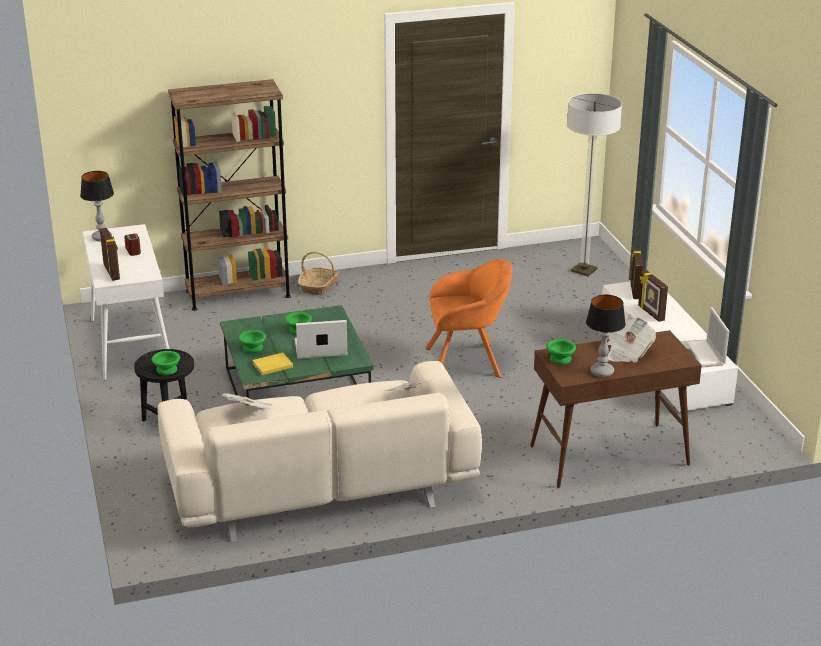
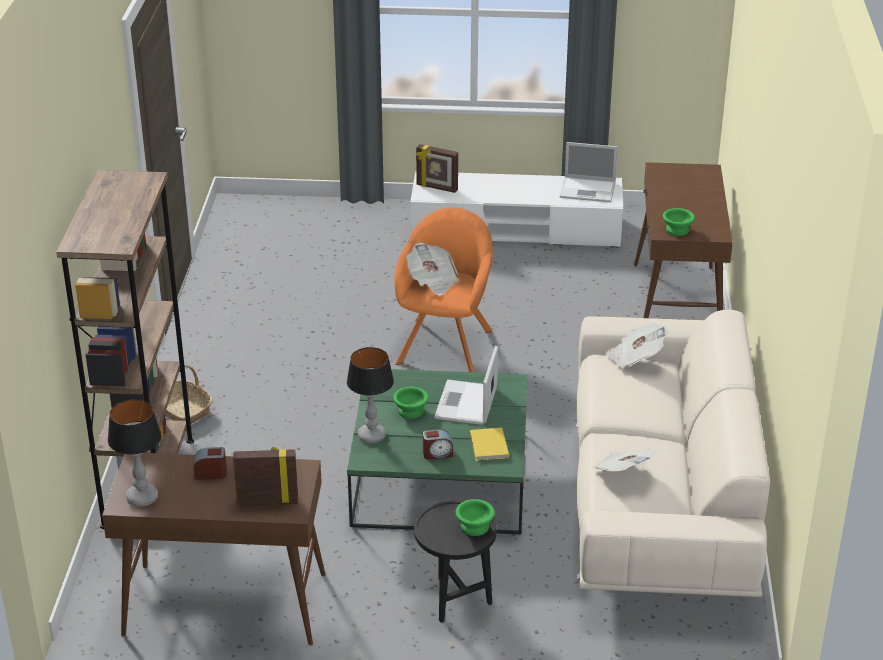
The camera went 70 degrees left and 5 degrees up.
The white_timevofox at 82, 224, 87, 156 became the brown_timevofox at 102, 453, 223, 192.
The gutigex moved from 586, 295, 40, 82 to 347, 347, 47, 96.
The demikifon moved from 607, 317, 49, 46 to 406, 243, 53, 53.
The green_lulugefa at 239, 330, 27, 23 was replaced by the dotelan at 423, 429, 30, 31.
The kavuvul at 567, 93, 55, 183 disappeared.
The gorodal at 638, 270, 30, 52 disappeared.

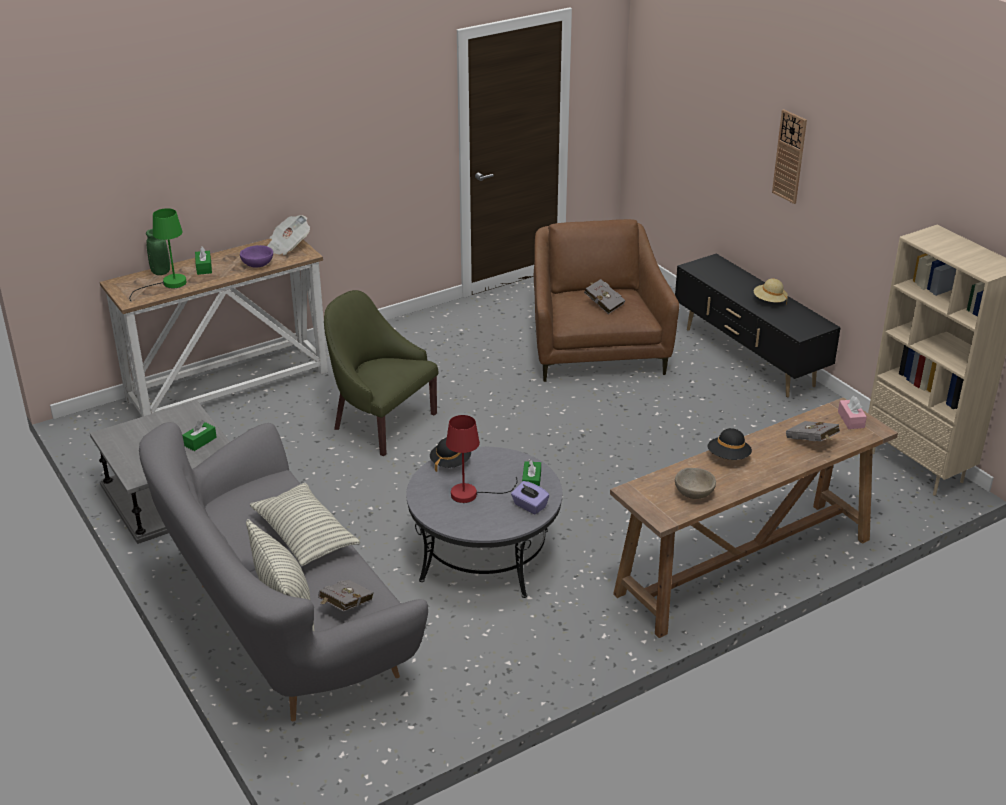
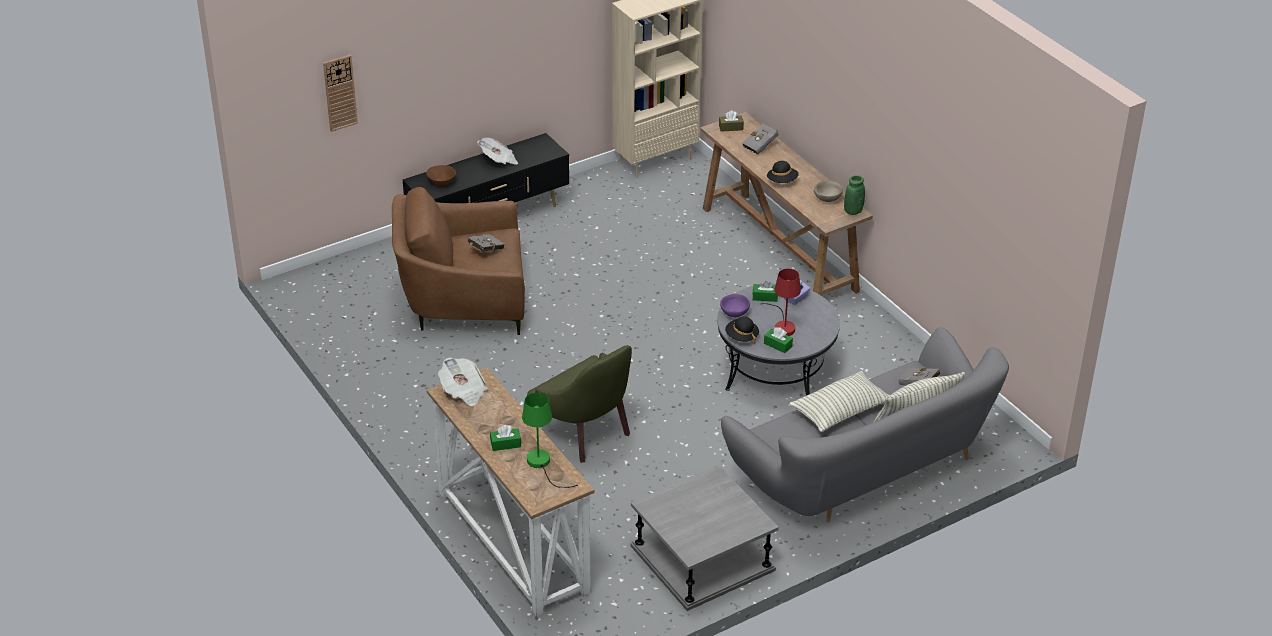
The camera went 90 degrees left and 5 degrees up.
The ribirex moved from 772, 109, 35, 95 to 323, 55, 35, 77.
The brown_lulugefa at 426, 165, 30, 21 appeared.
The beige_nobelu at 754, 279, 34, 26 was replaced by the demikifon at 477, 138, 41, 26.
The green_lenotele at 324, 290, 114, 166 turned 75 degrees counterclockwise.
The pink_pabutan at 838, 396, 29, 33 became the brown_pabutan at 719, 110, 25, 22.
The purple_lulugefa moved from 240, 245, 33, 22 to 720, 294, 30, 23.
The green_pabutan moved from 182, 420, 35, 31 to 764, 327, 29, 26.
The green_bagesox moved from 146, 229, 24, 46 to 844, 175, 21, 40.

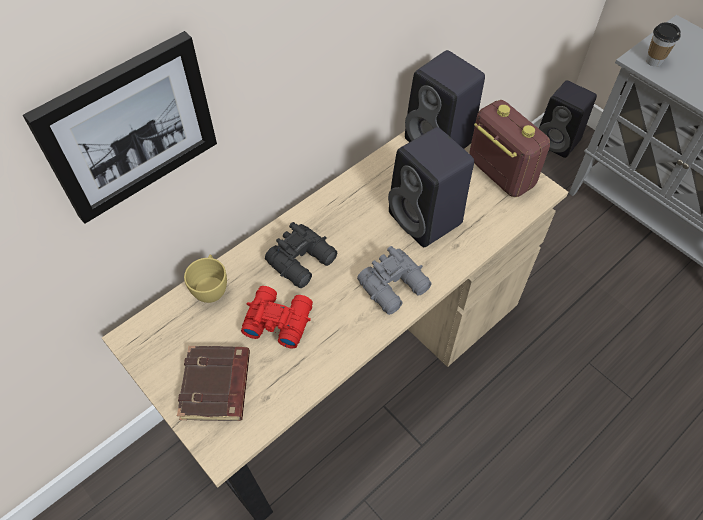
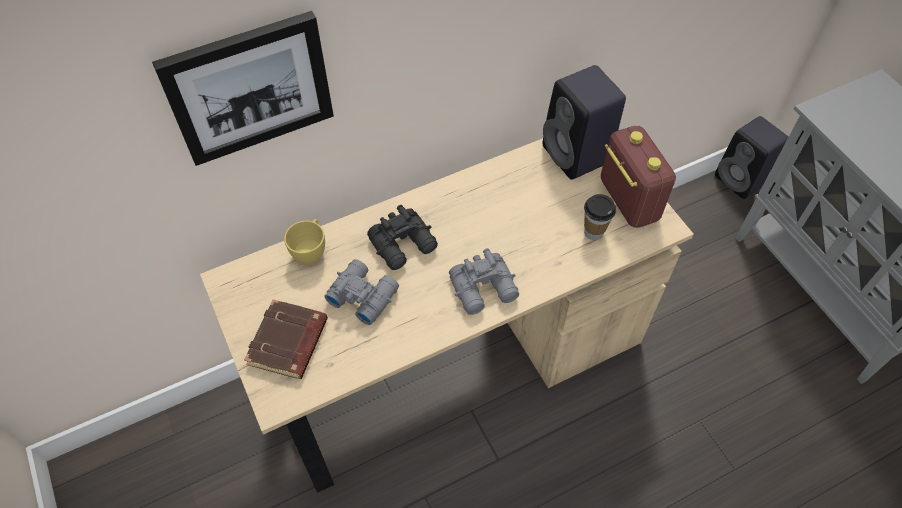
The camera went 15 degrees right and 0 degrees up.
The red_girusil at 241, 286, 72, 63 became the grey_girusil at 324, 259, 75, 66.
The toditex moved from 646, 23, 35, 44 to 584, 194, 32, 46.
The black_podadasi at 388, 127, 86, 120 disappeared.

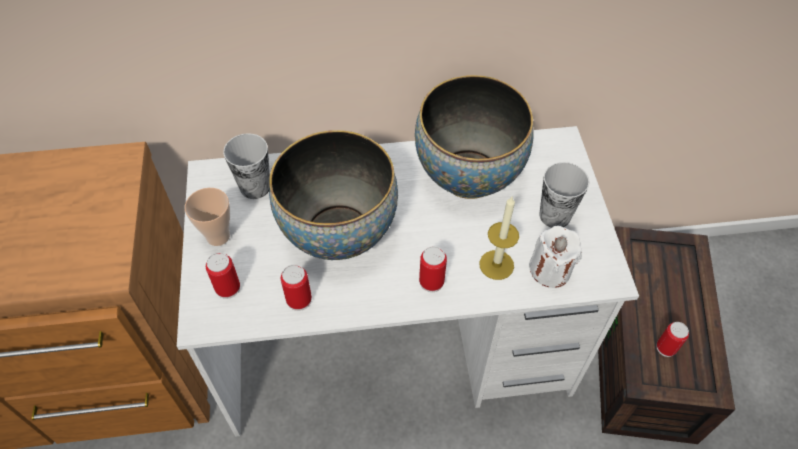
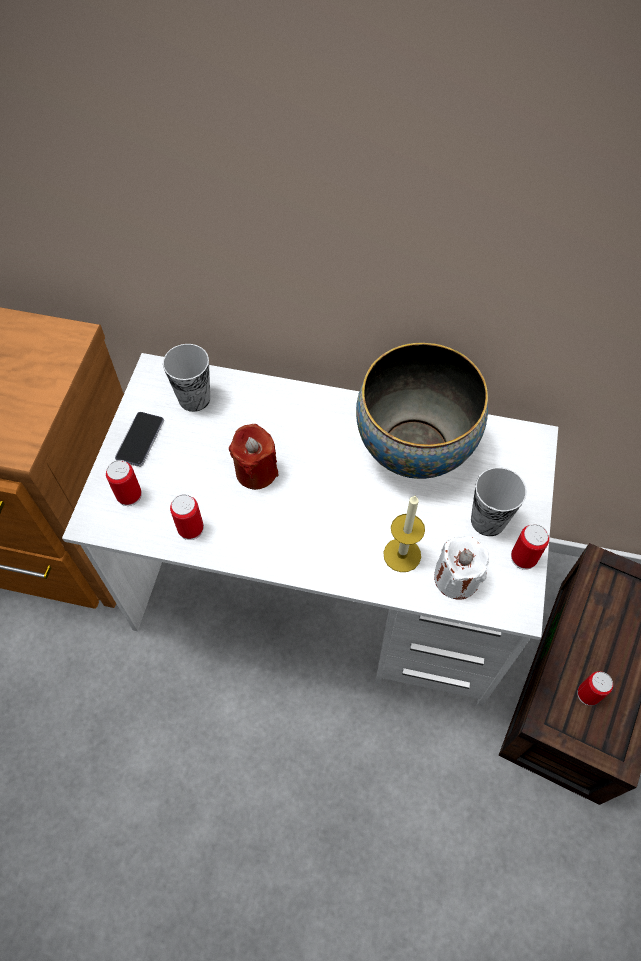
The camera went 20 degrees right and 5 degrees up.
The toditex at 185, 188, 45, 58 was replaced by the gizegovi at 115, 412, 49, 55.
The lulugefa at 269, 130, 129, 130 was replaced by the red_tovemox at 229, 424, 50, 66.
The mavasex moved from 419, 246, 28, 46 to 511, 524, 38, 46.

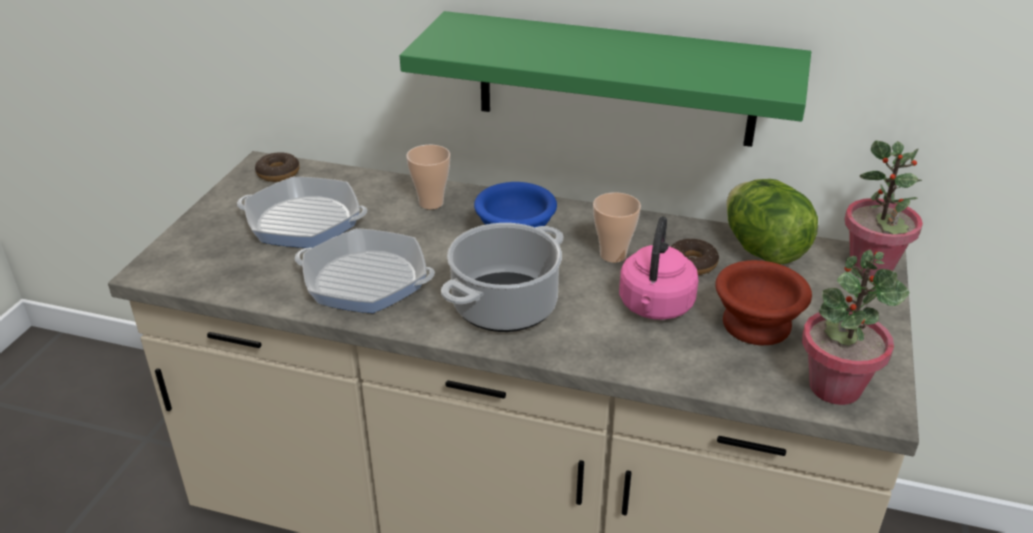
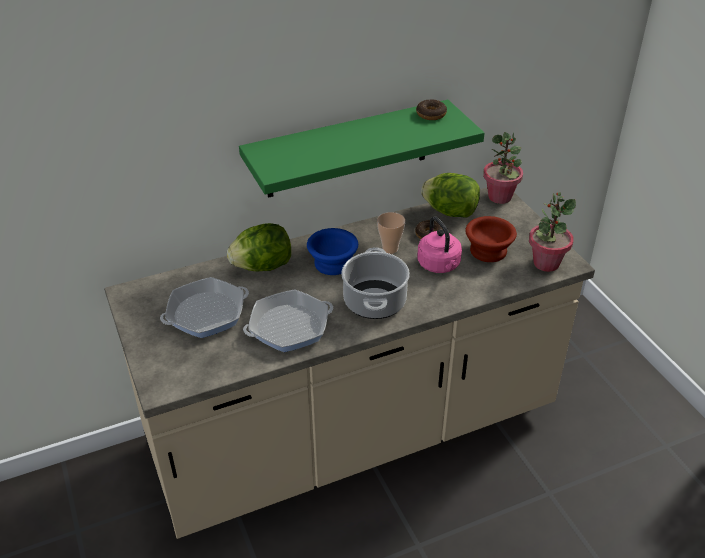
The camera went 40 degrees left and 5 degrees up.
The toditex at 406, 145, 44, 64 was replaced by the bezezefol at 227, 223, 64, 48.
The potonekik moved from 255, 152, 45, 30 to 416, 99, 31, 21.

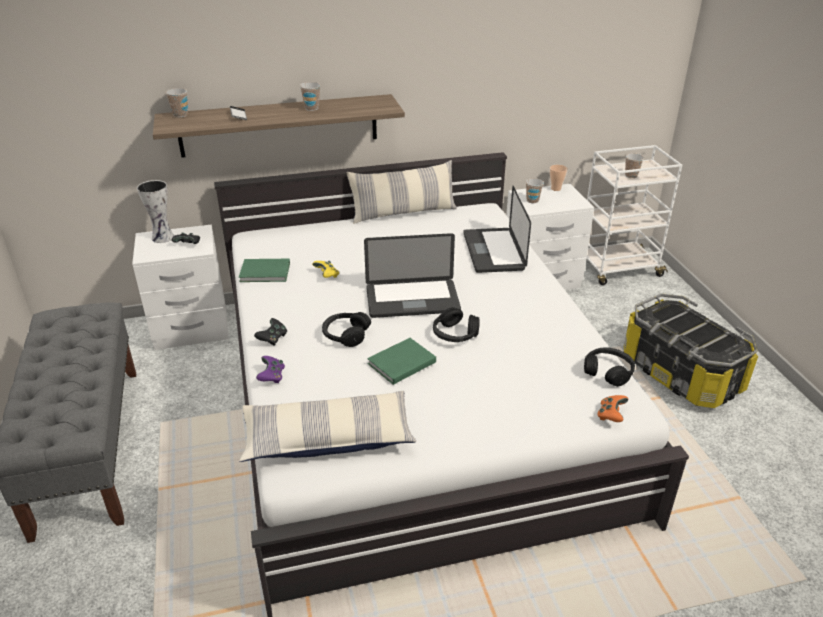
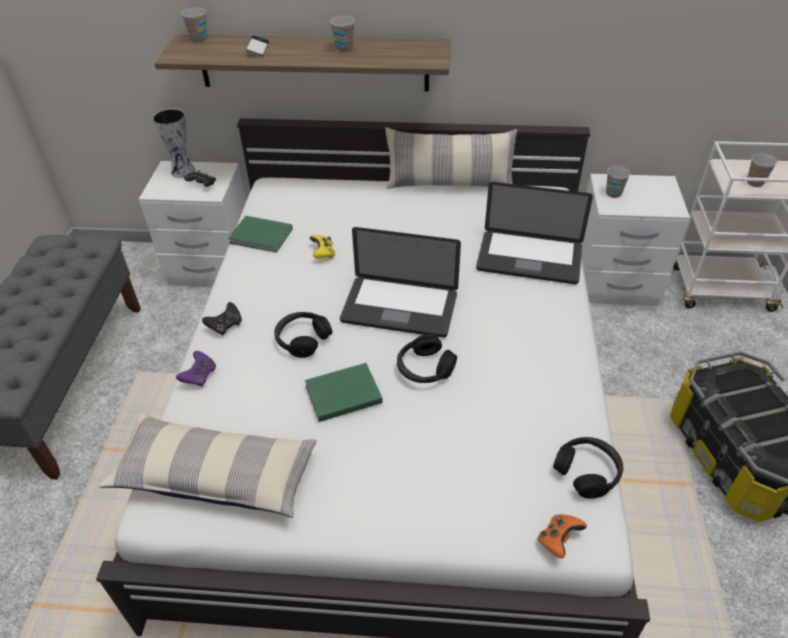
The camera went 20 degrees right and 10 degrees up.
The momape at 463, 186, 68, 87 turned 90 degrees counterclockwise.
The toditex at 550, 165, 18, 26 disappeared.

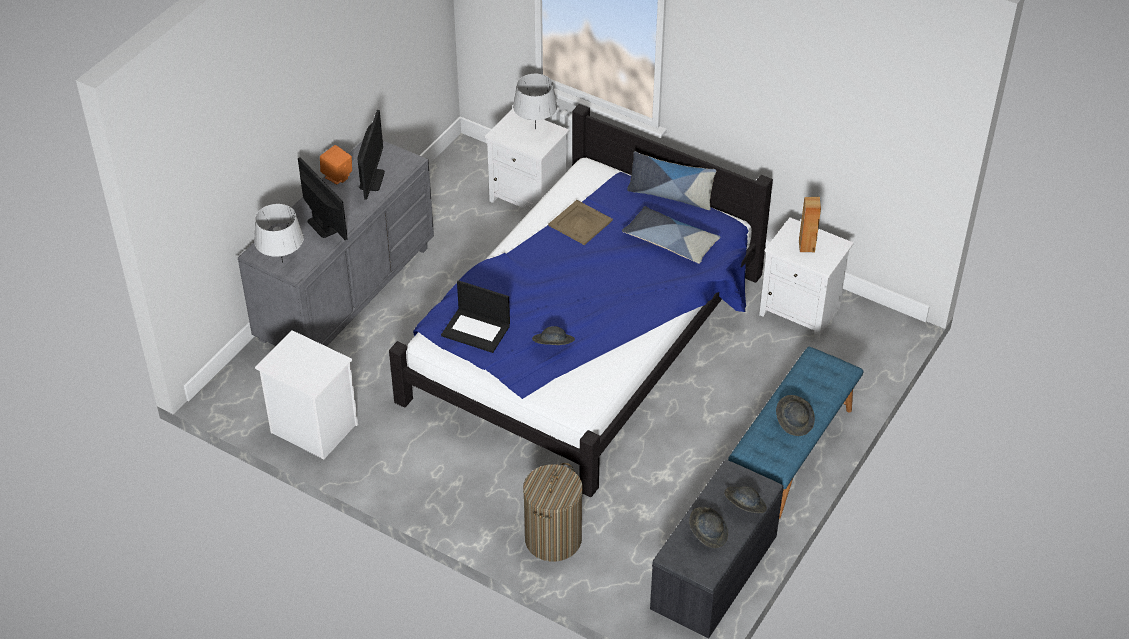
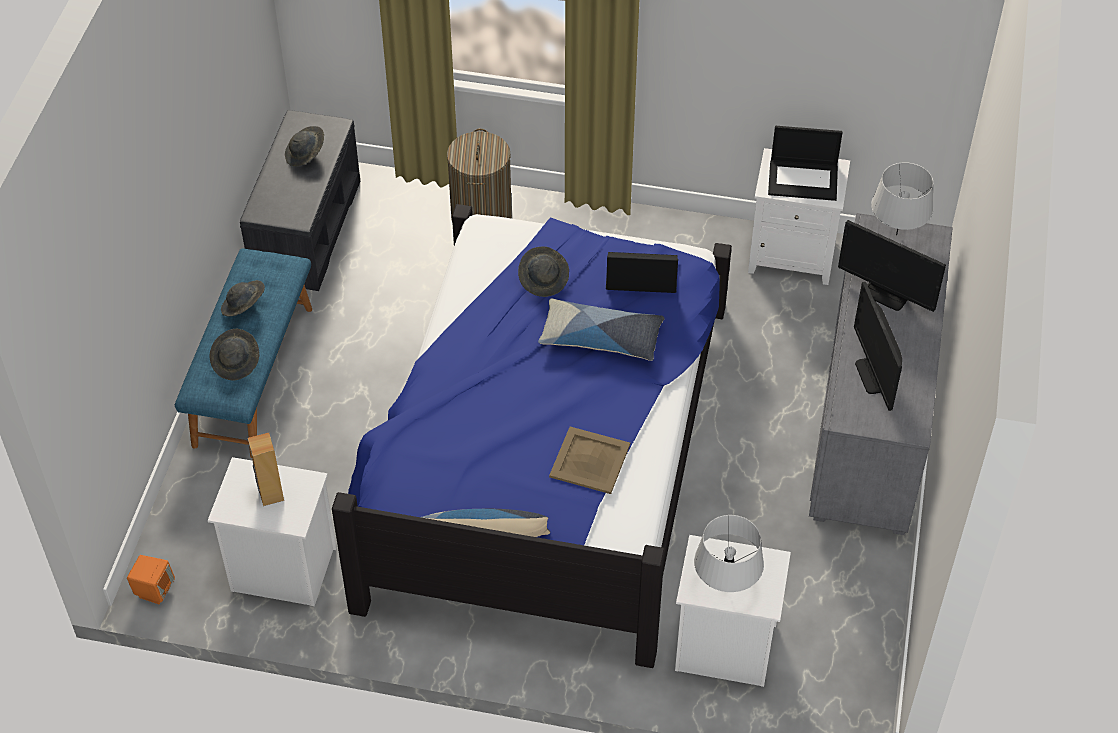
The camera went 160 degrees right and 5 degrees up.
The orange_podadasi moved from 320, 145, 32, 39 to 127, 555, 48, 49.
The grey_nobelu moved from 724, 486, 43, 27 to 209, 329, 51, 52.
The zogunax moved from 622, 206, 98, 58 to 538, 299, 126, 62.
The momape at 768, 126, 75, 75 appeared.

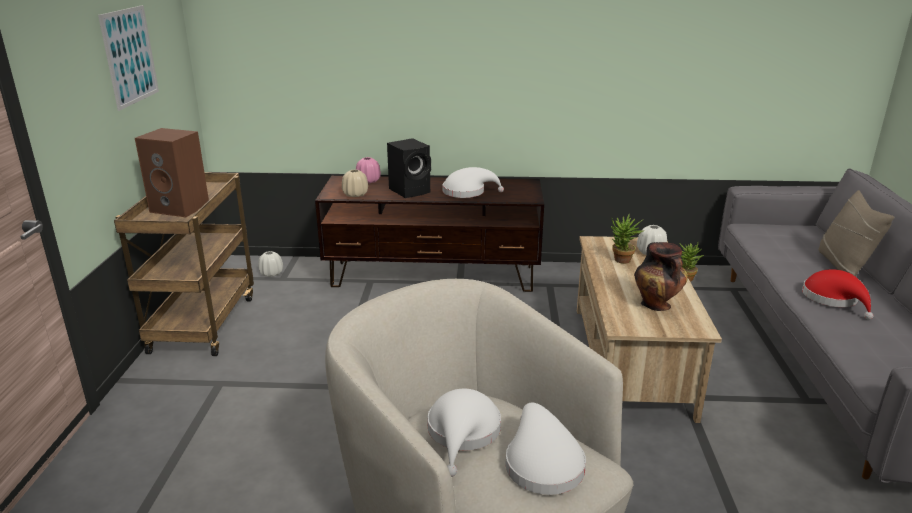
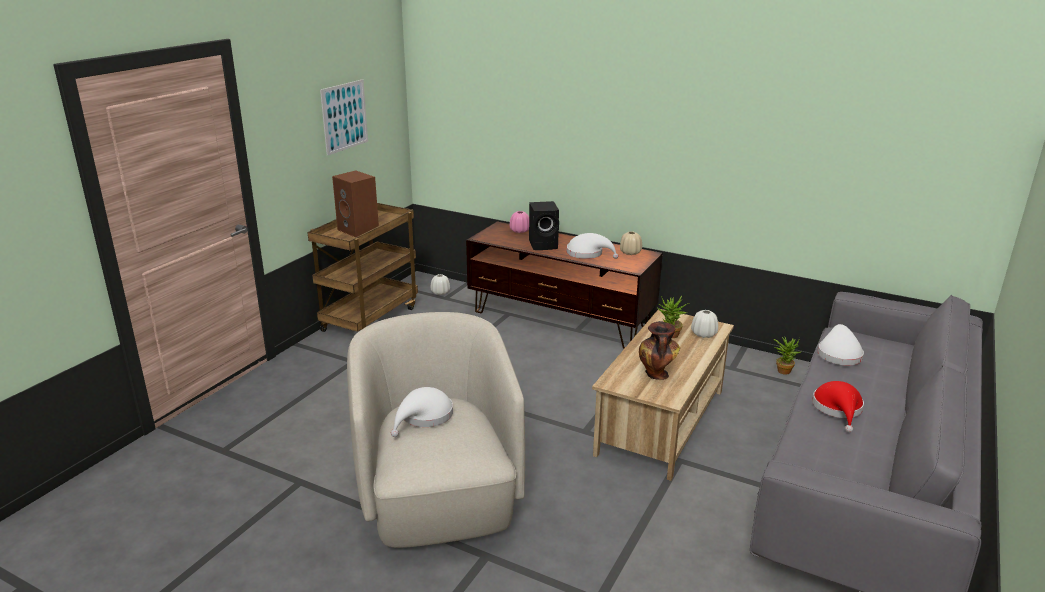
The camera went 25 degrees right and 0 degrees up.
The beige_bagesox moved from 342, 169, 26, 28 to 620, 231, 22, 24.
The white_nobelu moved from 505, 403, 81, 92 to 818, 324, 46, 41.
The beige_zogunax at 818, 190, 76, 86 disappeared.

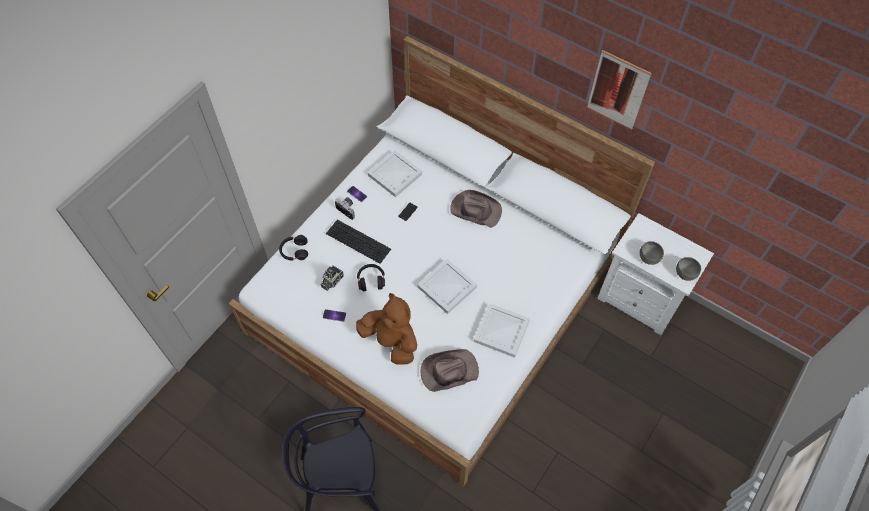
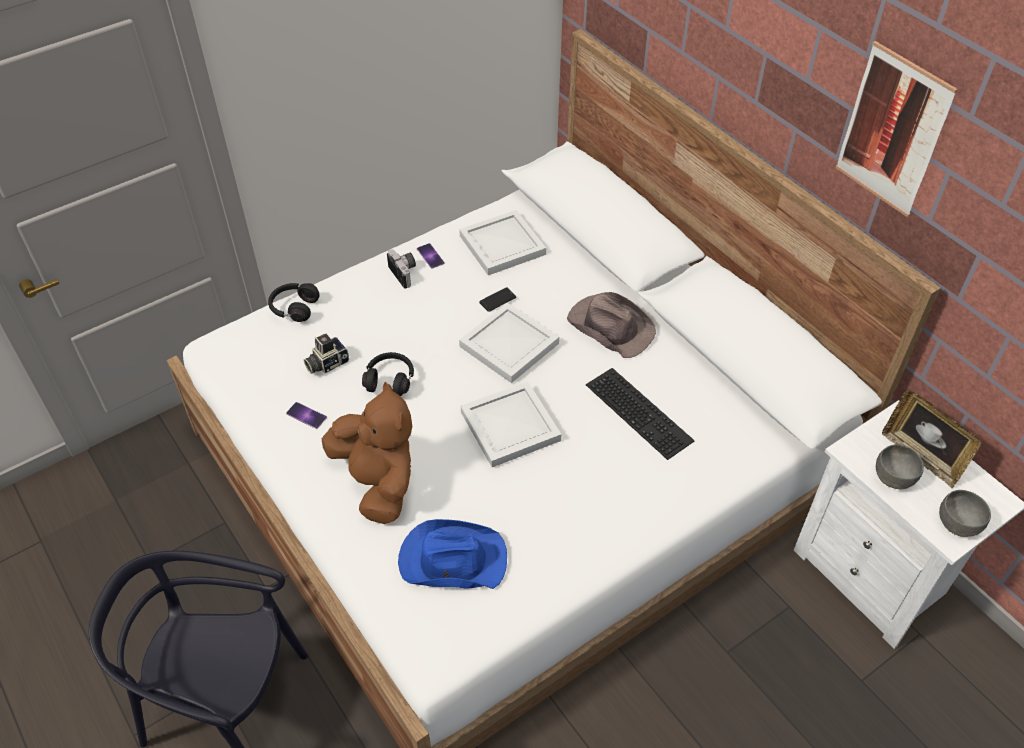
The camera went 20 degrees right and 10 degrees down.
The brown_nobelu at 421, 349, 58, 43 became the blue_nobelu at 398, 519, 109, 70.
The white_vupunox moved from 474, 303, 56, 55 to 459, 303, 100, 80.
The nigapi moved from 326, 220, 65, 44 to 586, 368, 109, 92.
The gorodal at 882, 389, 99, 99 appeared.

